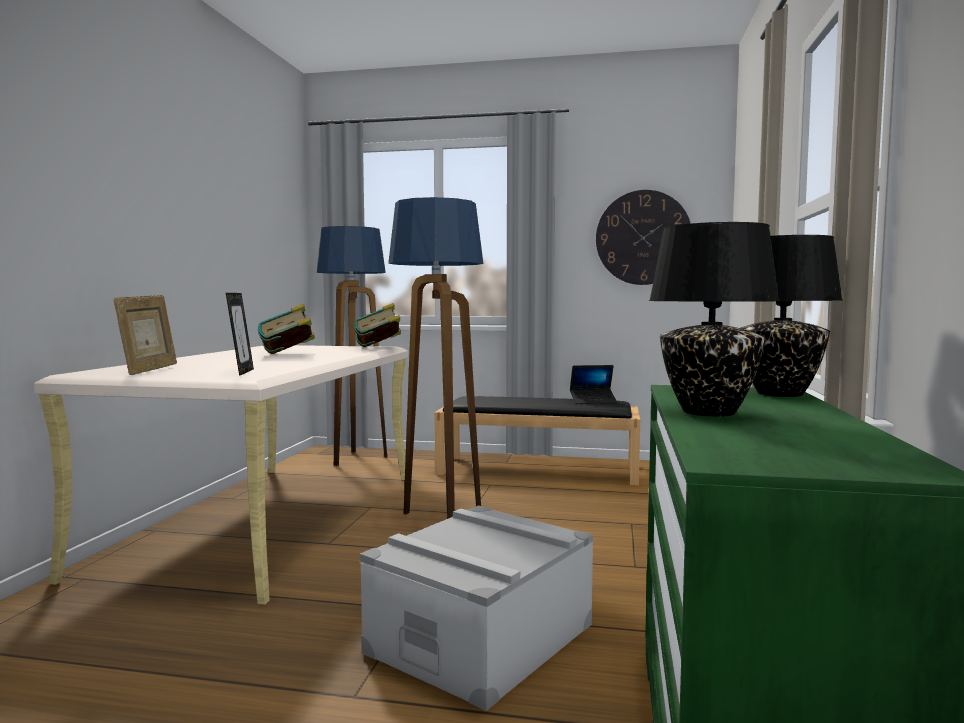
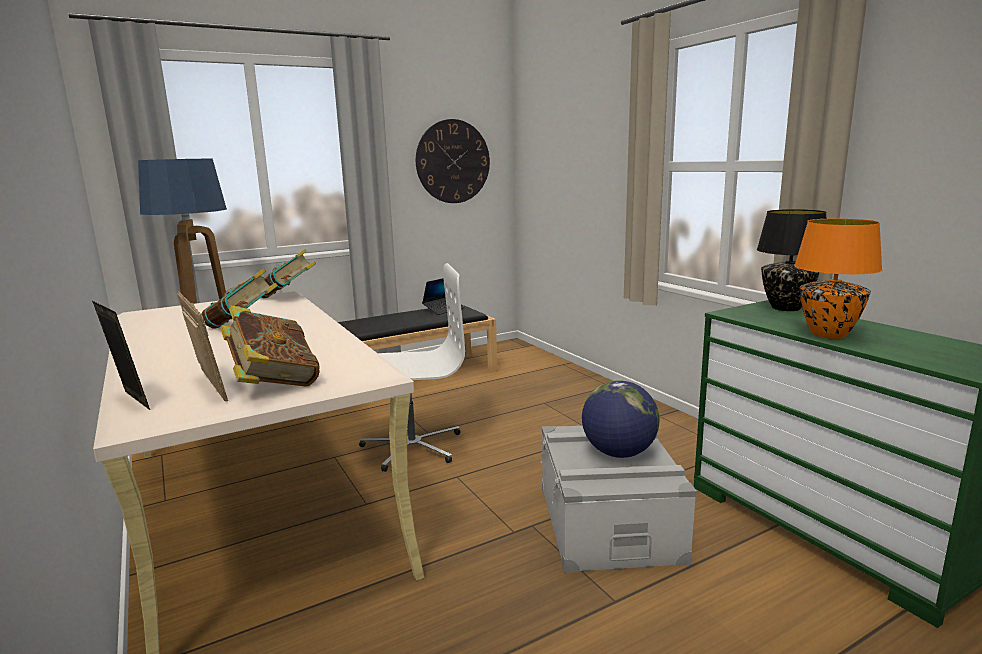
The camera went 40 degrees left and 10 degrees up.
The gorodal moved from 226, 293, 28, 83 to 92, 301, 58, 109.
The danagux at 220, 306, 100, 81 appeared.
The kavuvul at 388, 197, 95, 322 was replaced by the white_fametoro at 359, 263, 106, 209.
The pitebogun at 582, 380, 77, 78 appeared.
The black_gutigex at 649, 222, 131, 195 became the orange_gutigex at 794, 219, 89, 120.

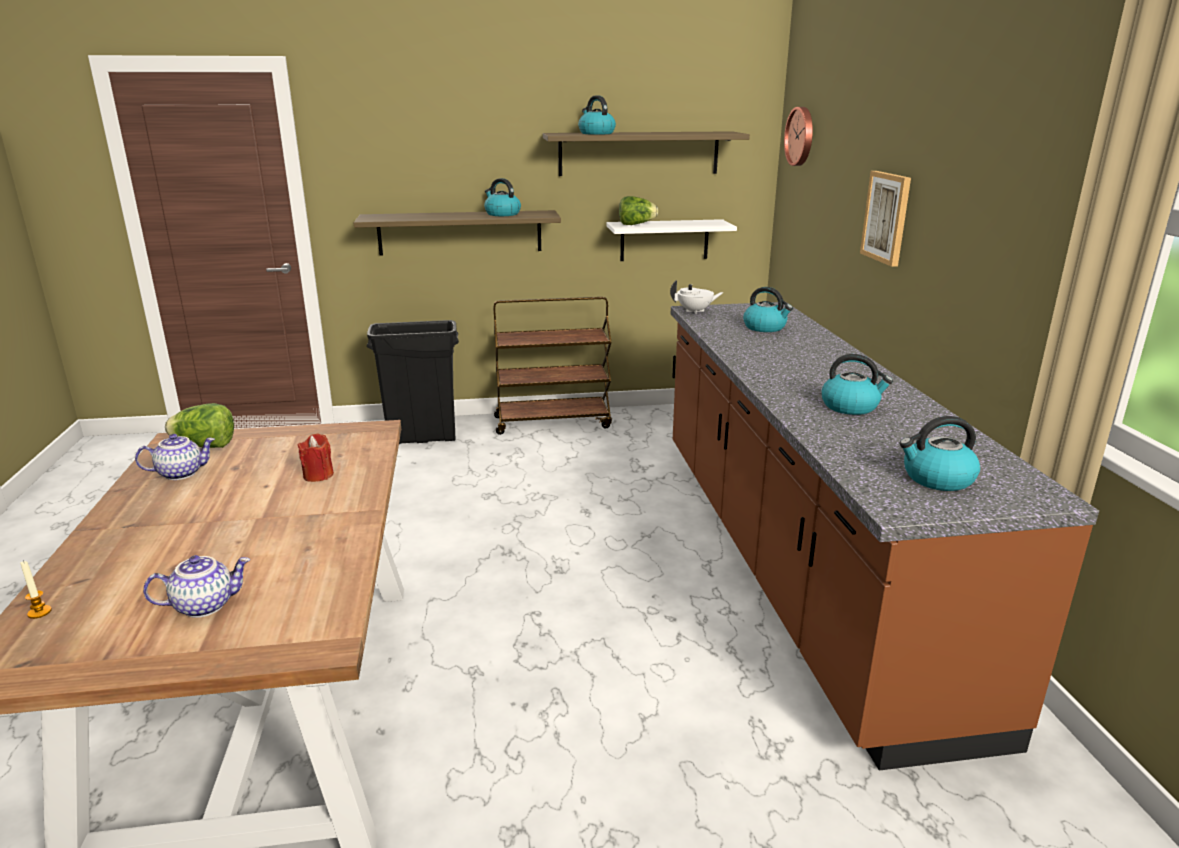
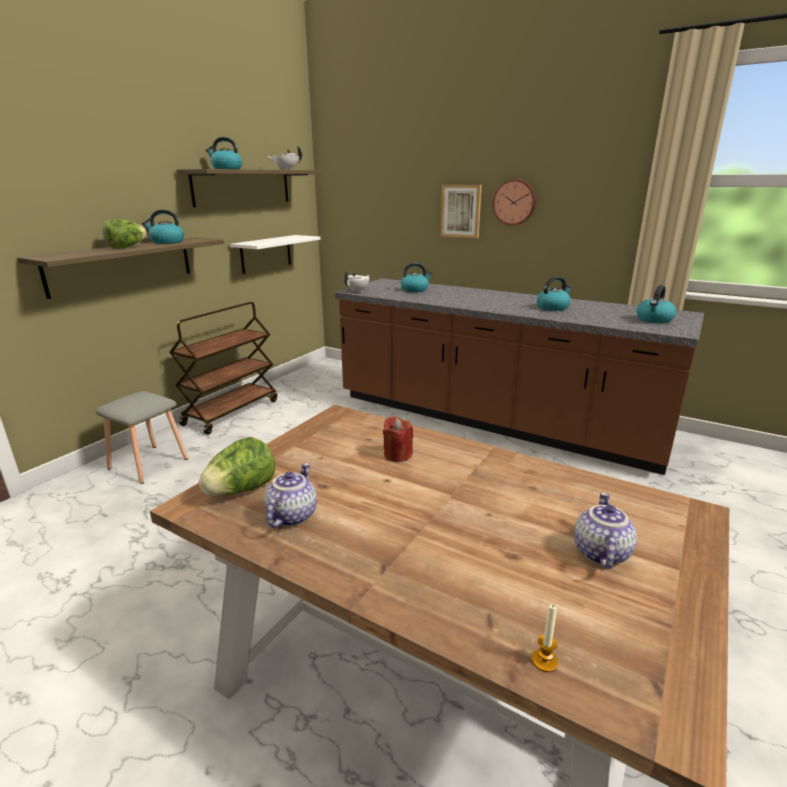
The camera went 50 degrees left and 0 degrees up.
The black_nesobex at 367, 320, 92, 124 was replaced by the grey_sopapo at 96, 391, 92, 93.
The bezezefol moved from 619, 196, 39, 29 to 102, 219, 45, 29.
The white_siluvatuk at 267, 146, 35, 24 appeared.
The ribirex moved from 784, 107, 29, 59 to 492, 179, 44, 47.

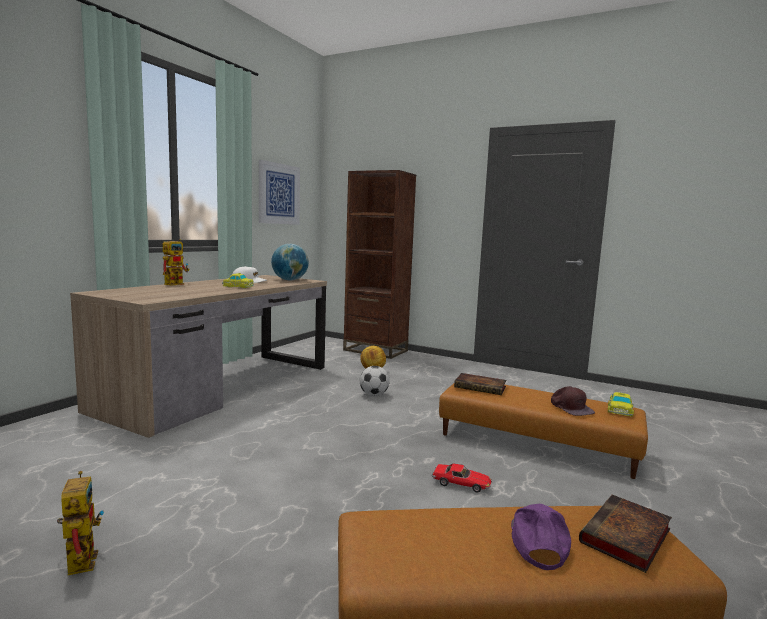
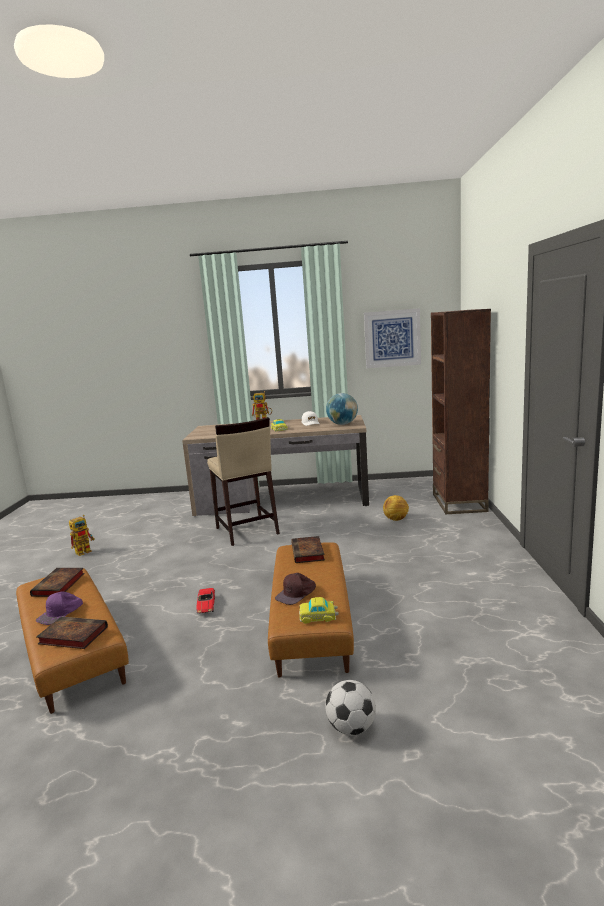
The camera went 65 degrees right and 5 degrees up.
The danagux at 30, 568, 55, 29 appeared.
The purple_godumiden at 511, 504, 60, 66 turned 135 degrees clockwise.
The beige_sopapo at 207, 417, 73, 129 appeared.
The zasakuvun moved from 360, 366, 30, 30 to 325, 680, 51, 55.

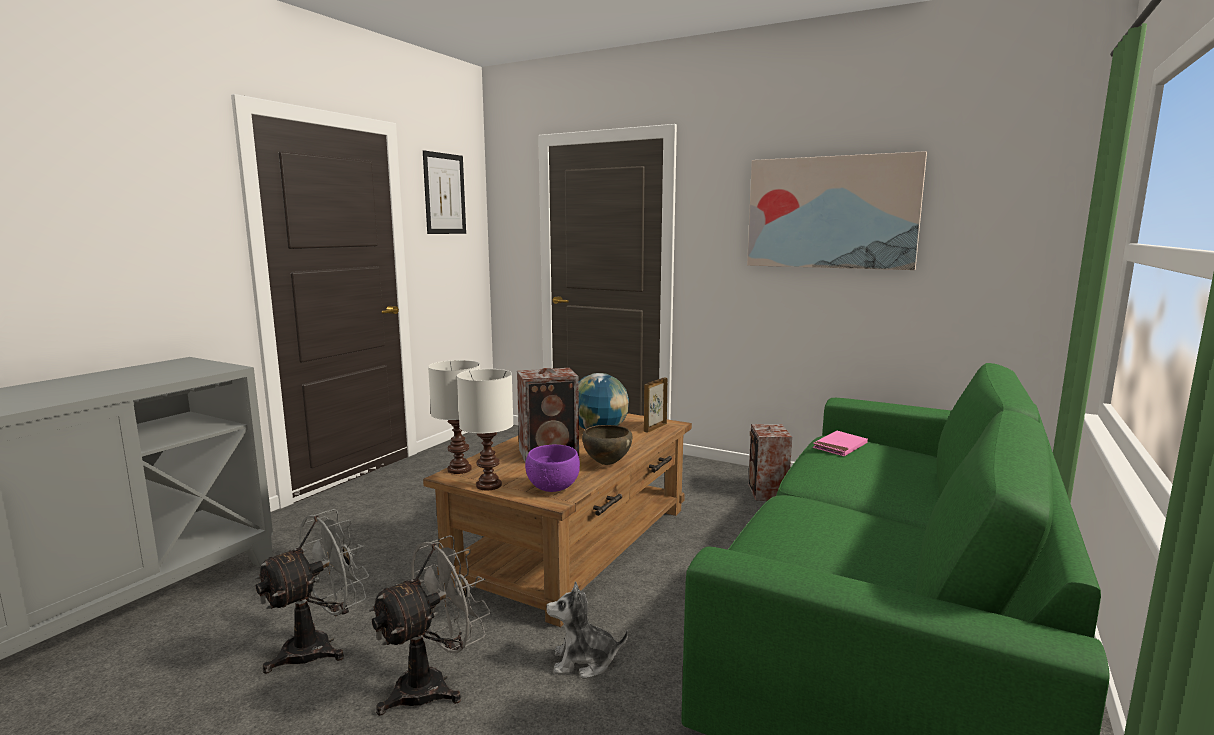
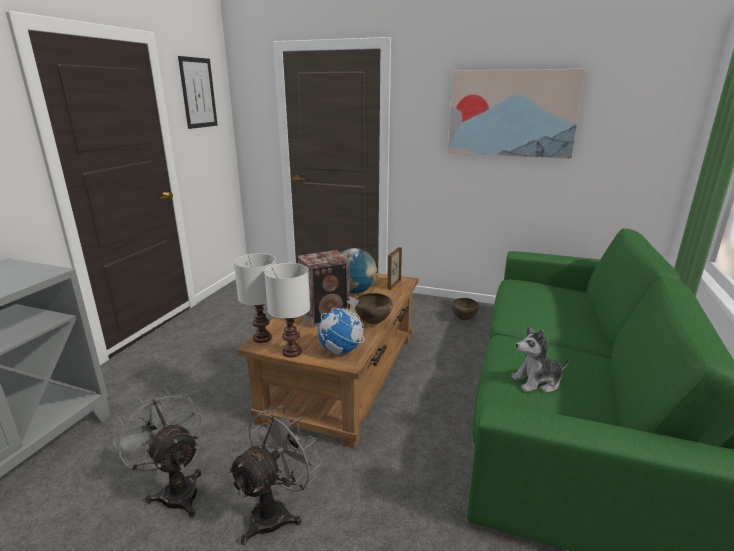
The camera went 10 degrees left and 10 degrees up.
The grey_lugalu at 254, 509, 116, 165 turned 75 degrees counterclockwise.
The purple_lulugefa at 525, 445, 55, 47 was replaced by the pitebogun at 318, 296, 46, 59.
The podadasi at 748, 424, 44, 77 was replaced by the brown_lulugefa at 452, 298, 27, 22.
The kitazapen moved from 546, 581, 82, 98 to 511, 326, 59, 67.
The pink_danagux at 813, 431, 55, 25 disappeared.

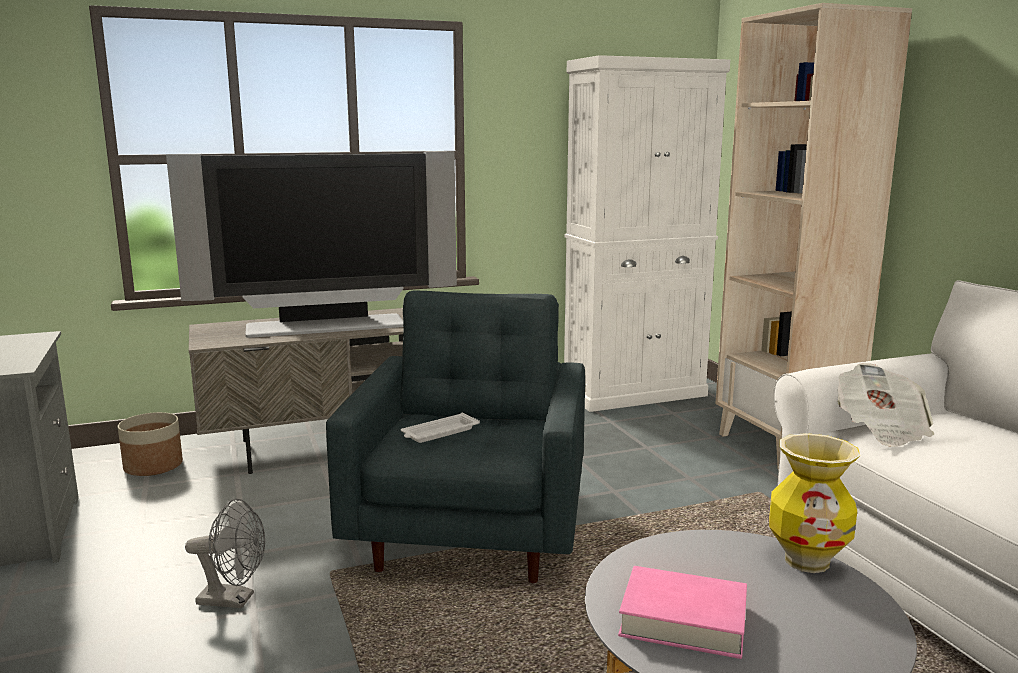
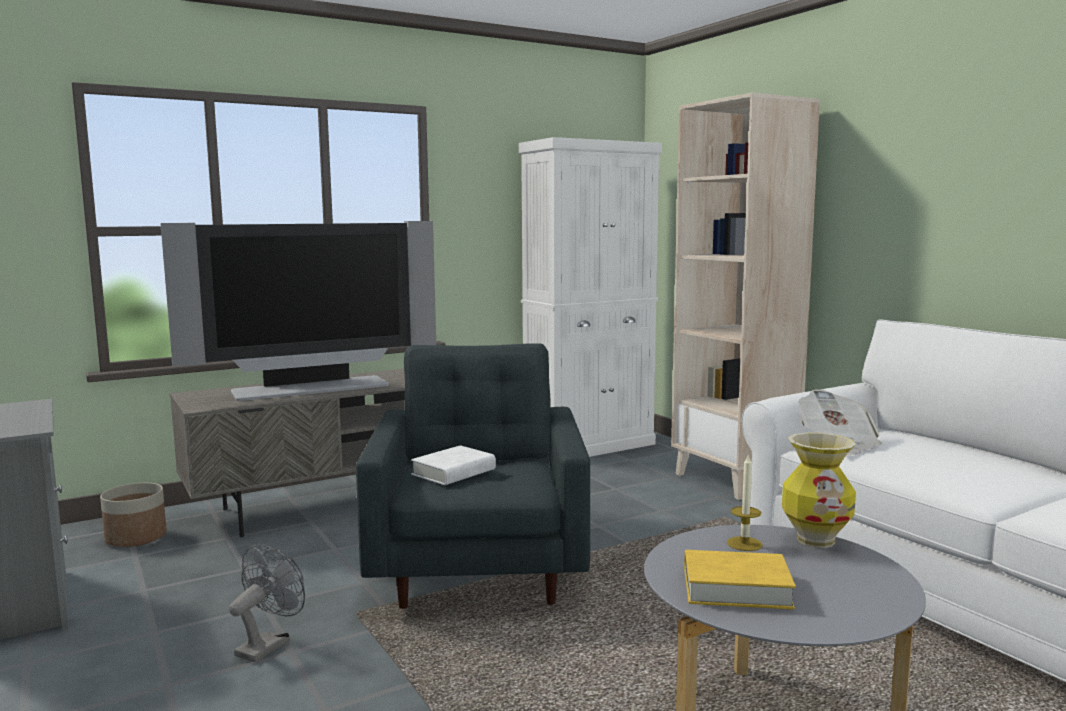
The camera went 10 degrees left and 5 degrees down.
The grey_lugalu at 185, 499, 80, 109 turned 60 degrees counterclockwise.
The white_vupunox at 401, 413, 79, 30 was replaced by the white_danagux at 411, 445, 85, 40.
The pink_danagux at 618, 566, 129, 93 became the yellow_danagux at 684, 550, 112, 60.
The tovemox at 727, 455, 36, 96 appeared.

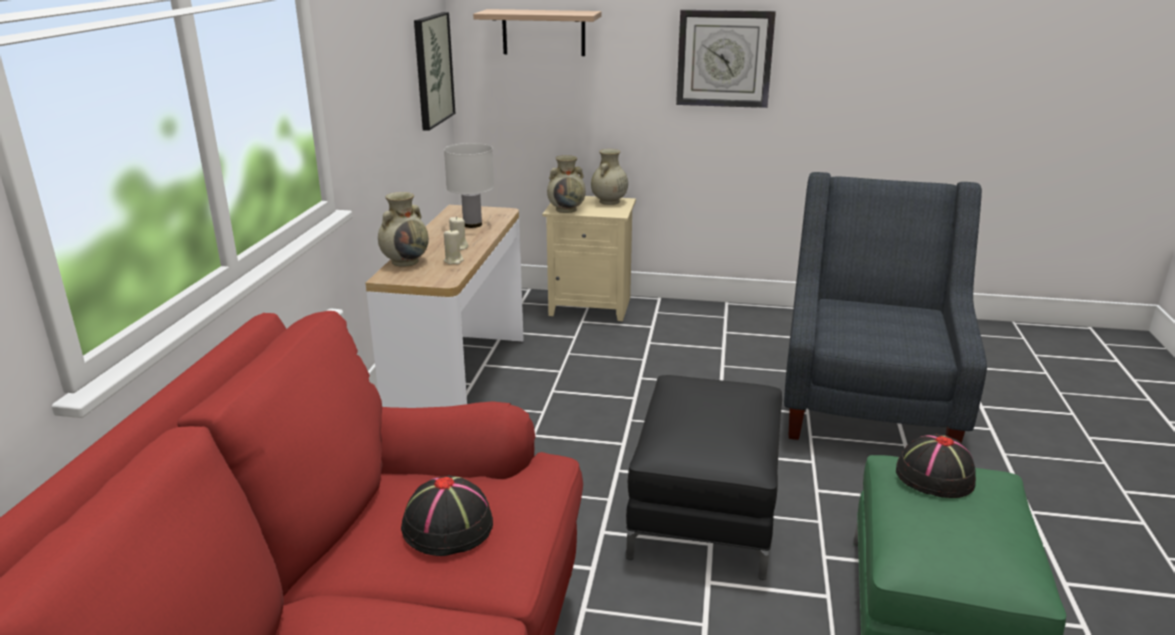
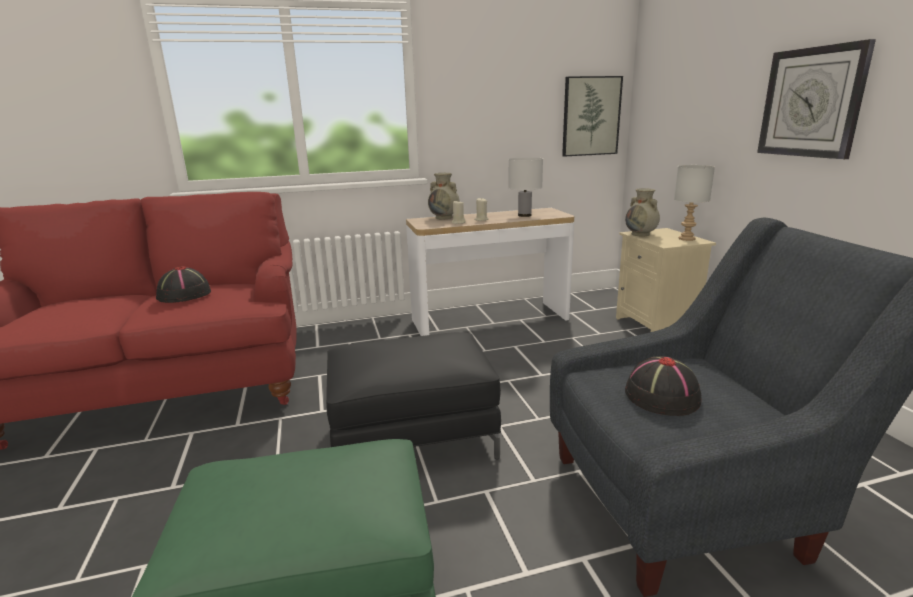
The camera went 65 degrees right and 5 degrees down.
The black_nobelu moved from 896, 434, 80, 64 to 625, 356, 76, 60.
The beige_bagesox at 591, 149, 37, 56 was replaced by the grey_gutigex at 674, 165, 41, 76.
The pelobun at 473, 9, 128, 47 disappeared.

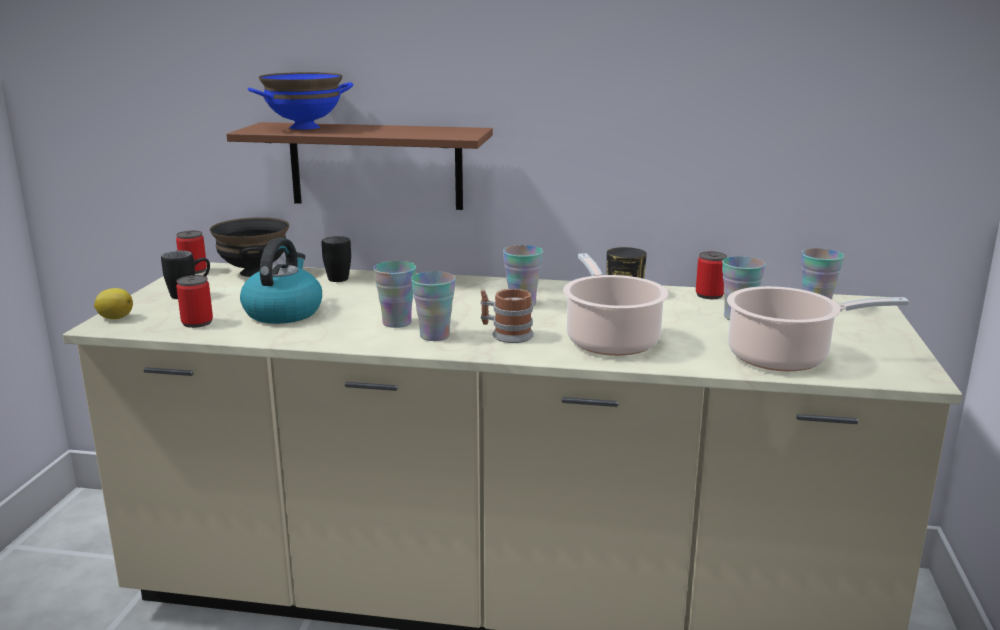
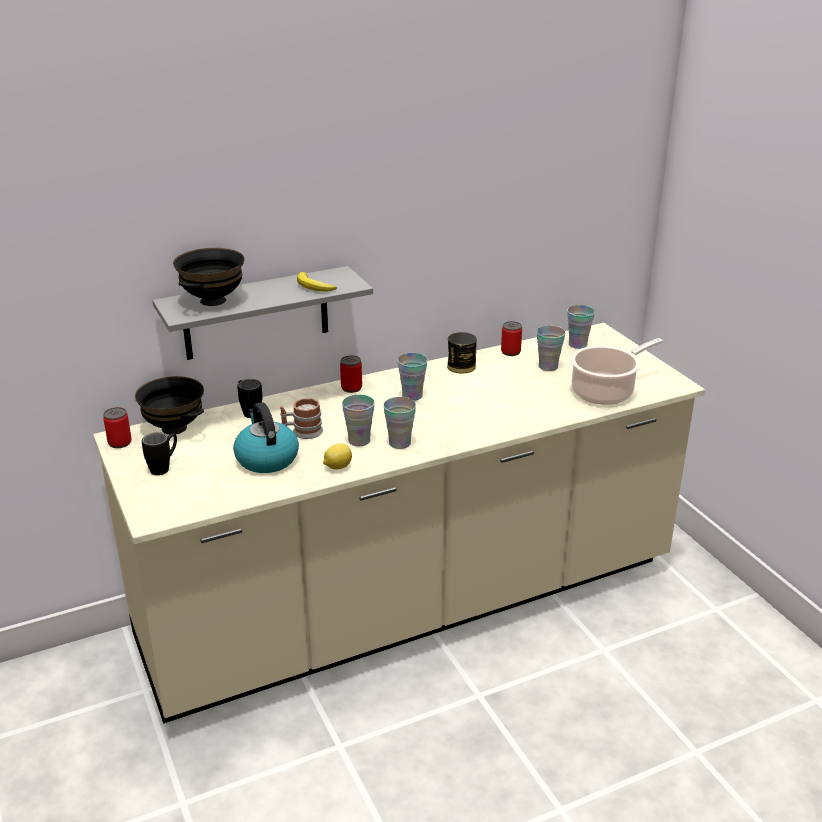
The camera went 35 degrees left and 10 degrees up.
The brown_pelobun at 226, 122, 267, 88 became the grey_pelobun at 152, 266, 221, 94.
The blue_lulugefa at 248, 72, 105, 58 became the black_lulugefa at 173, 248, 71, 58.
The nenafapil moved from 481, 289, 53, 54 to 280, 398, 43, 41.
The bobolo at 297, 272, 40, 20 appeared.
The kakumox moved from 94, 288, 39, 31 to 323, 444, 29, 26.
The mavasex moved from 176, 275, 37, 53 to 340, 355, 22, 38.
The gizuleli at 563, 253, 105, 103 disappeared.

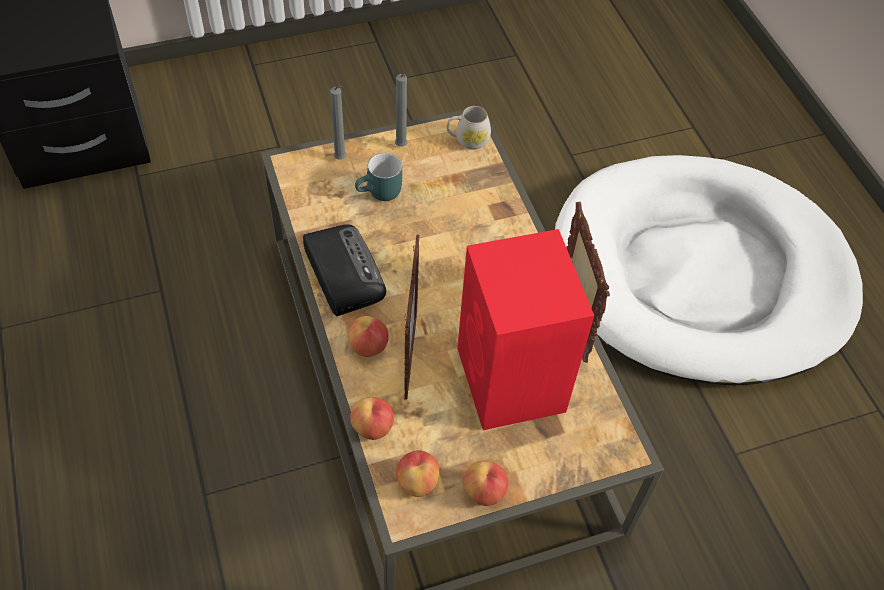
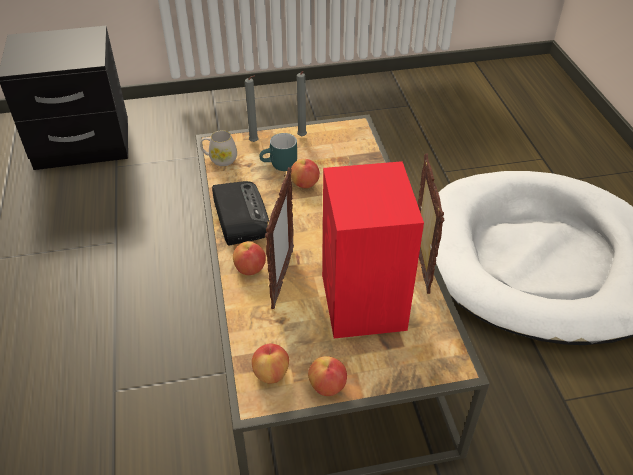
The camera went 10 degrees right and 10 degrees down.
The white_nenafapil moved from 447, 106, 44, 44 to 200, 130, 37, 36.
The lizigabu moved from 350, 397, 44, 43 to 291, 159, 29, 29.

